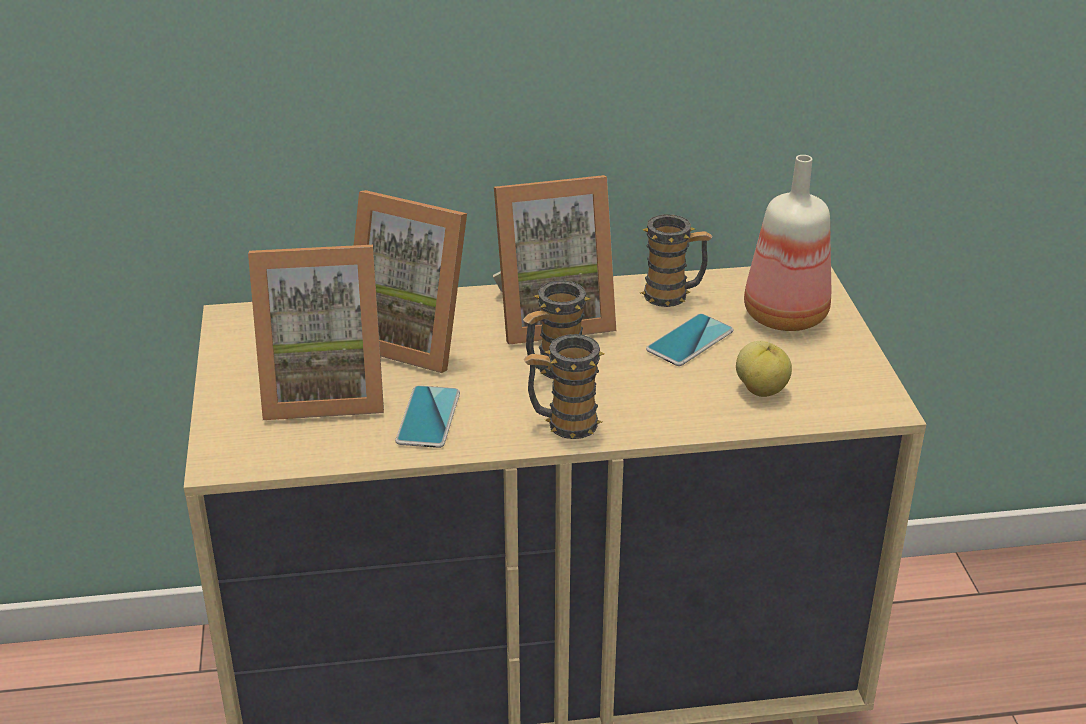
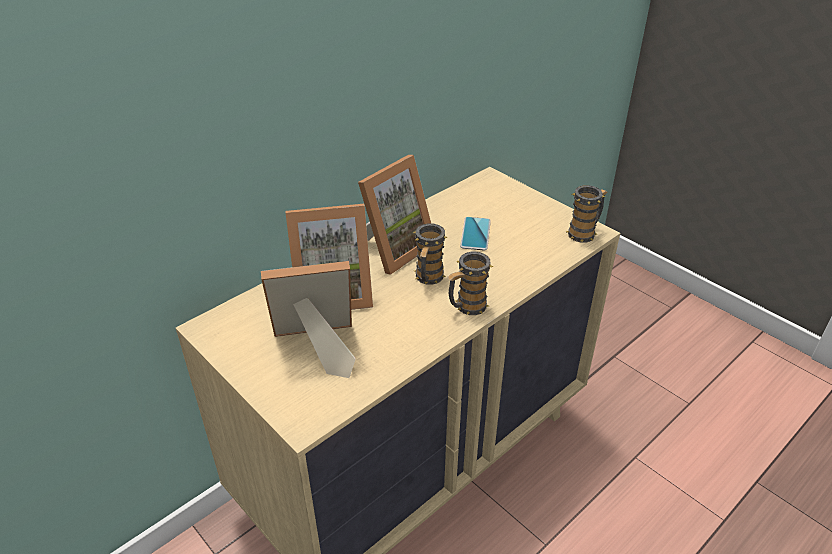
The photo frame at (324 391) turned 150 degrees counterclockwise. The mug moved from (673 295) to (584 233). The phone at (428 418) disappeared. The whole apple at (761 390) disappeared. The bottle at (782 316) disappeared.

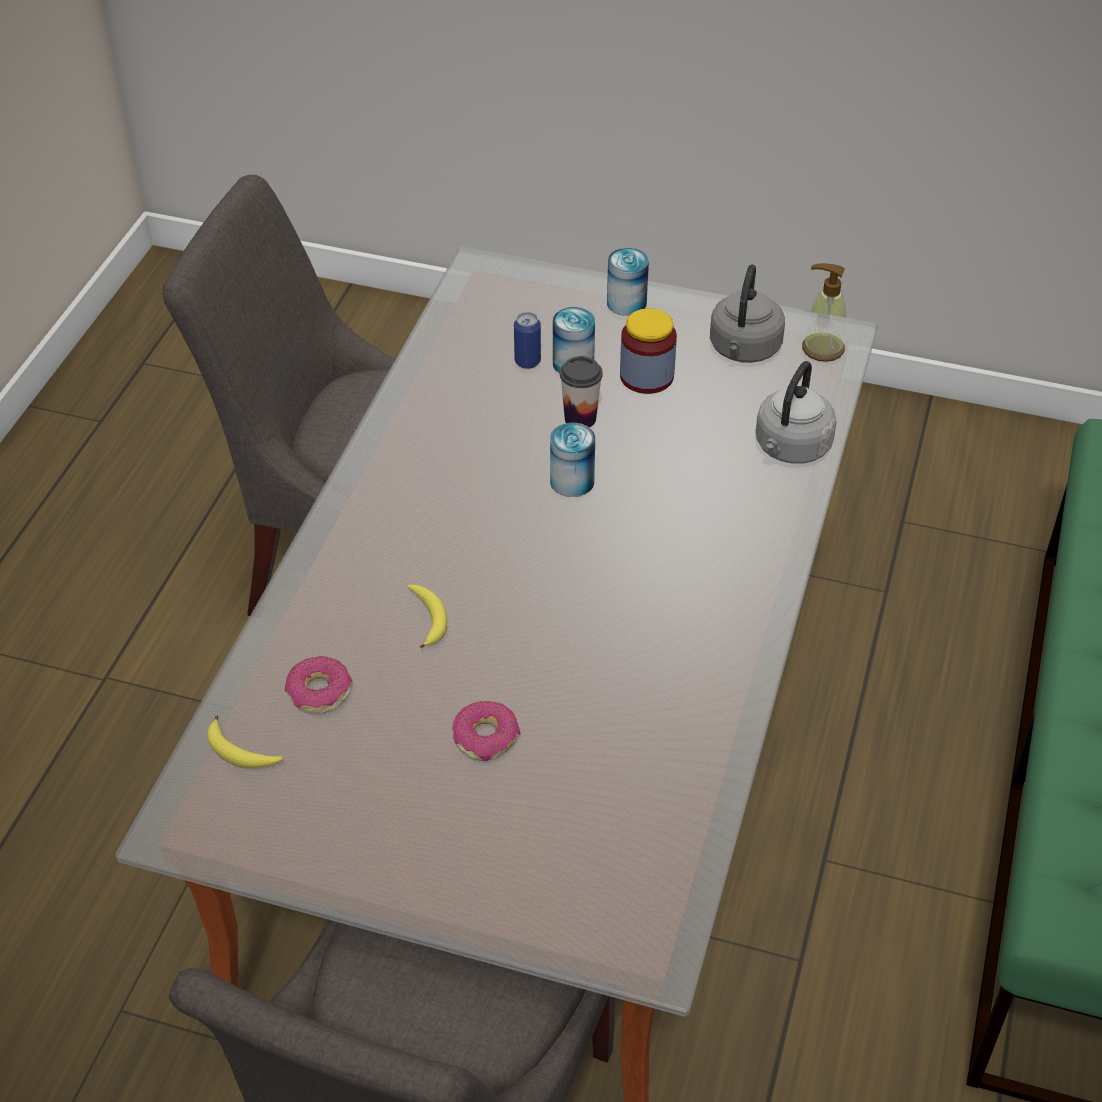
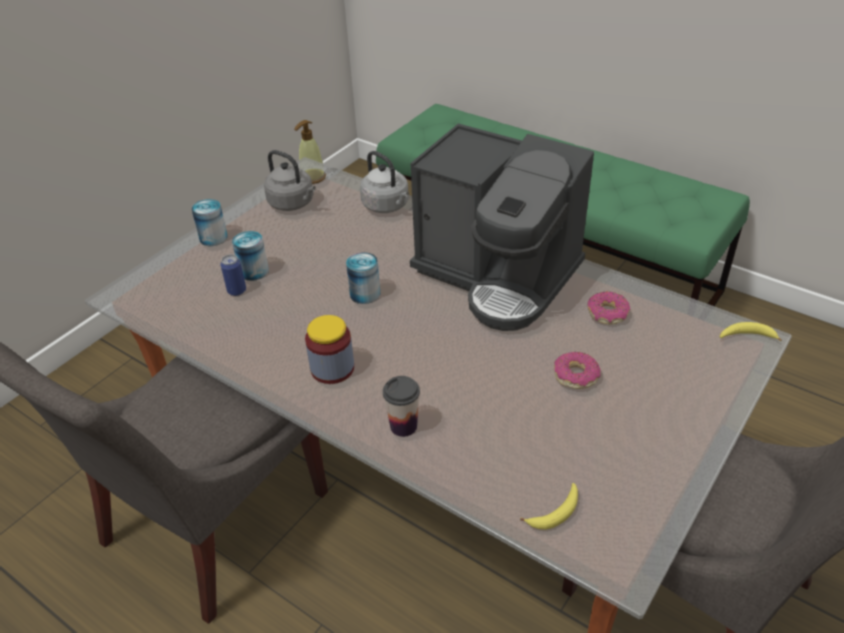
The preserve jar moved from (646 376) to (332 368). The drinking cup moved from (580 418) to (403 426). The coffee brewer at (498 276) appeared. The donut moved from (319 692) to (607 314). The whole banana moved from (428 618) to (746 336).

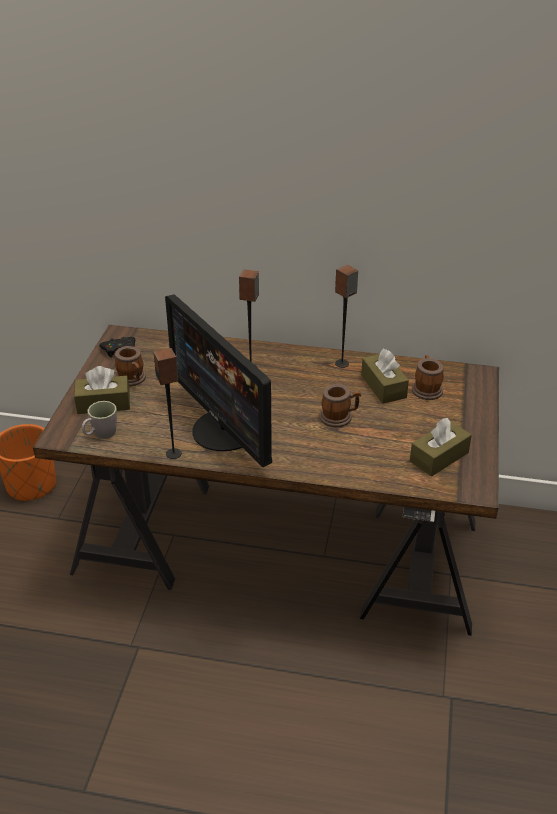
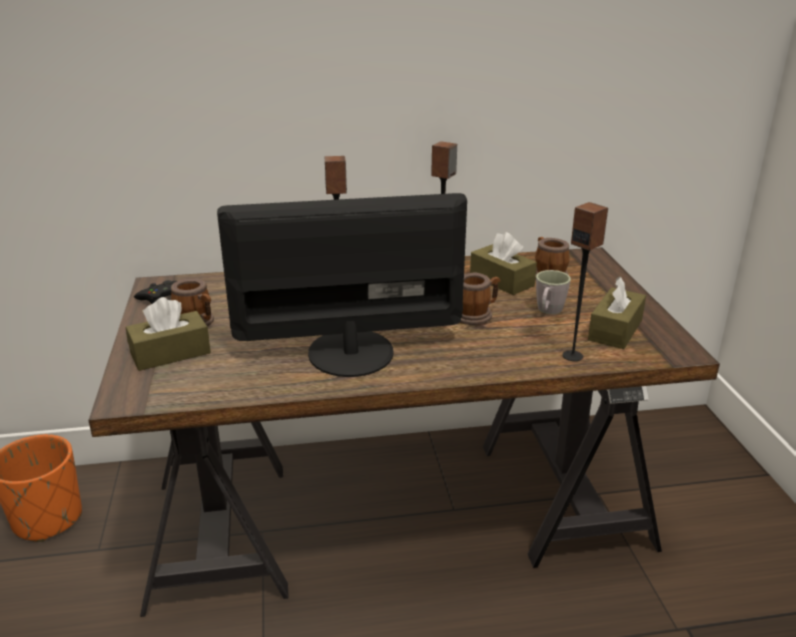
The monitor at (225 430) turned 135 degrees clockwise. The gray mug moved from (101 434) to (548 311). The audio speaker moved from (174 453) to (573 356).

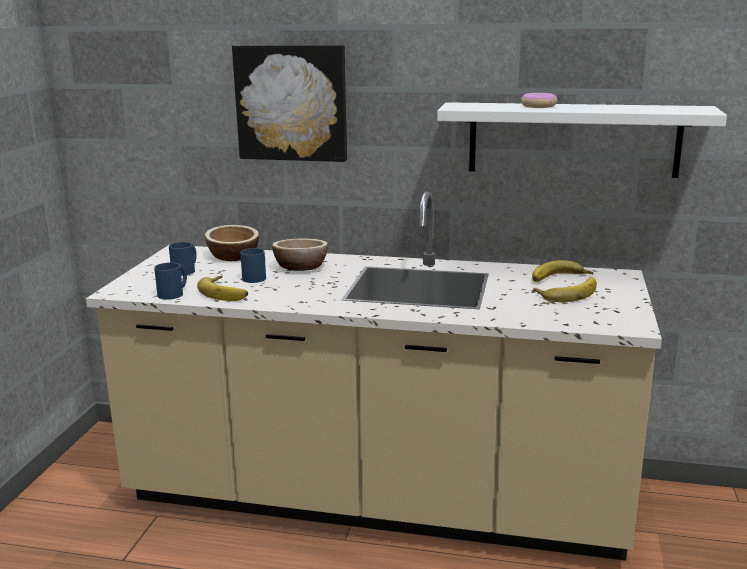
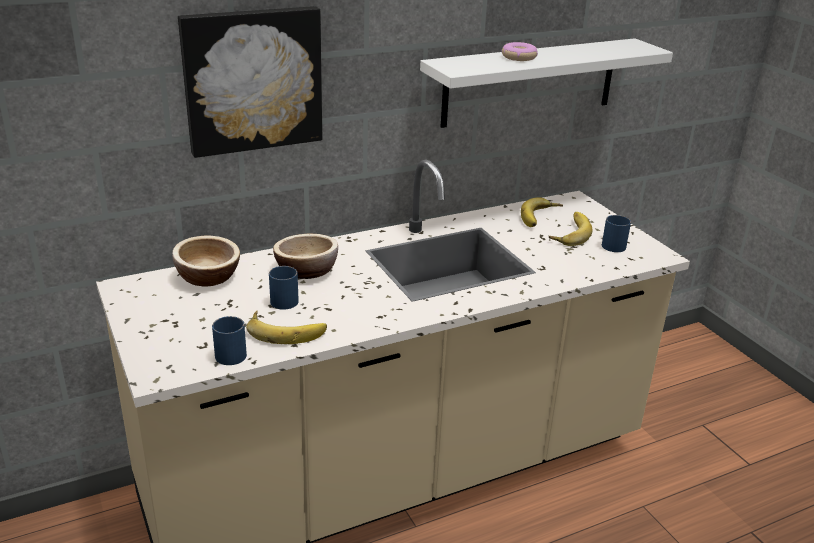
The blue-coloured mug moved from (186 270) to (611 244).

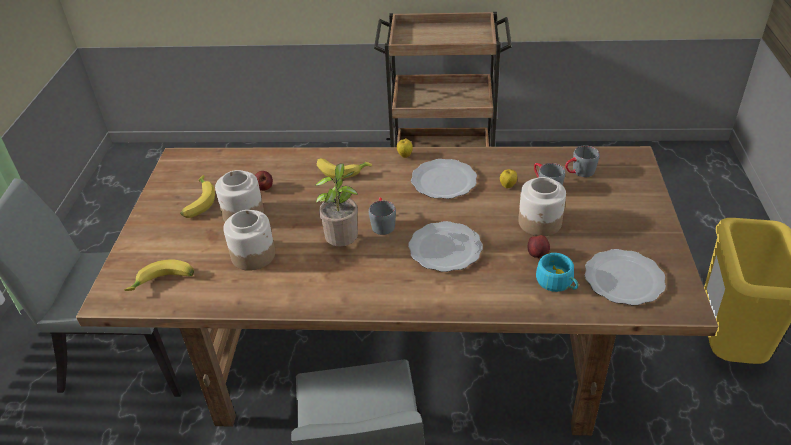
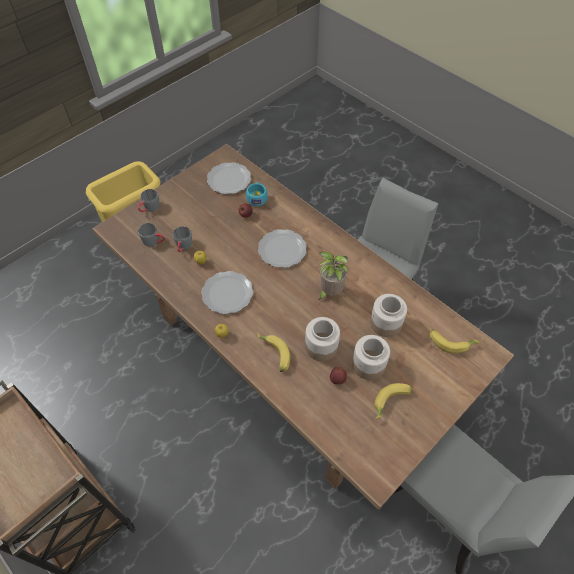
The gray mug moved from (382 223) to (149 208). The preserve jar moved from (540 223) to (321 346).

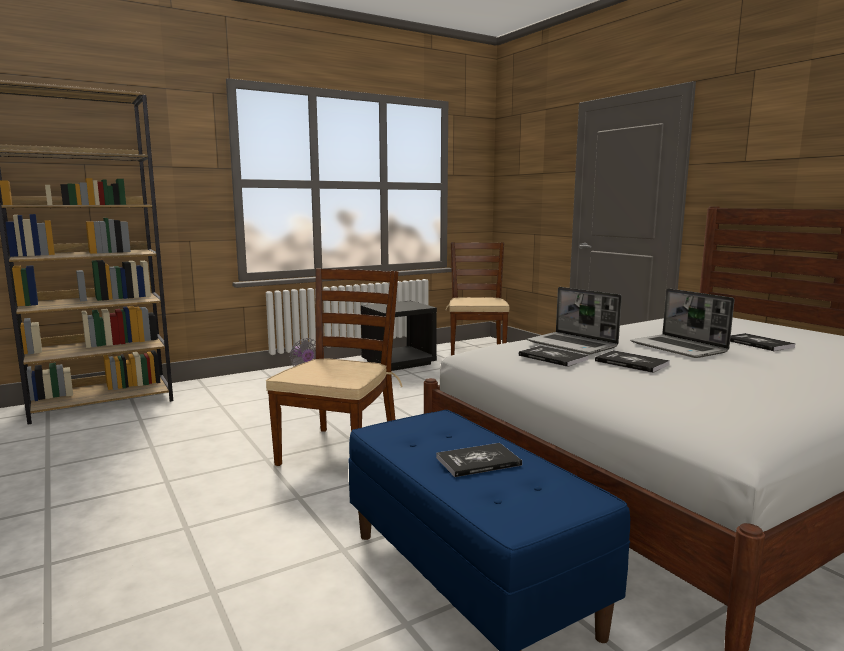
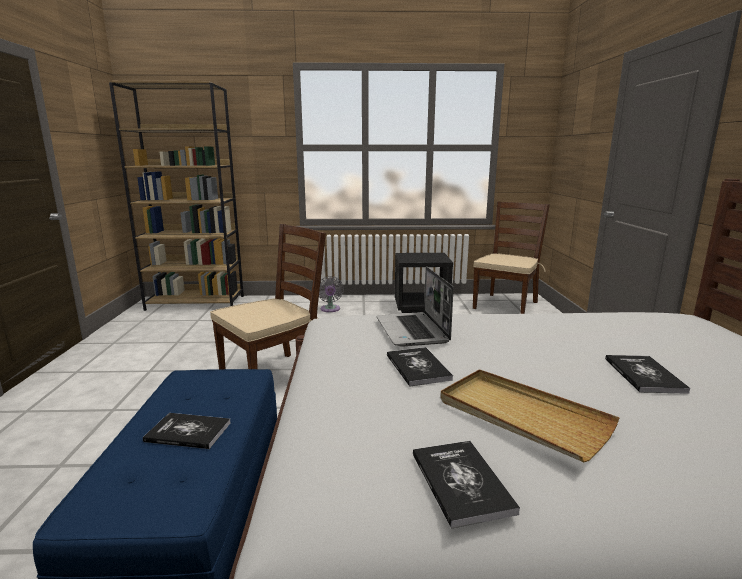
The bound book moved from (553 357) to (461 482). The beige tray at (521 416) appeared. The portable computer at (679 348) disappeared.

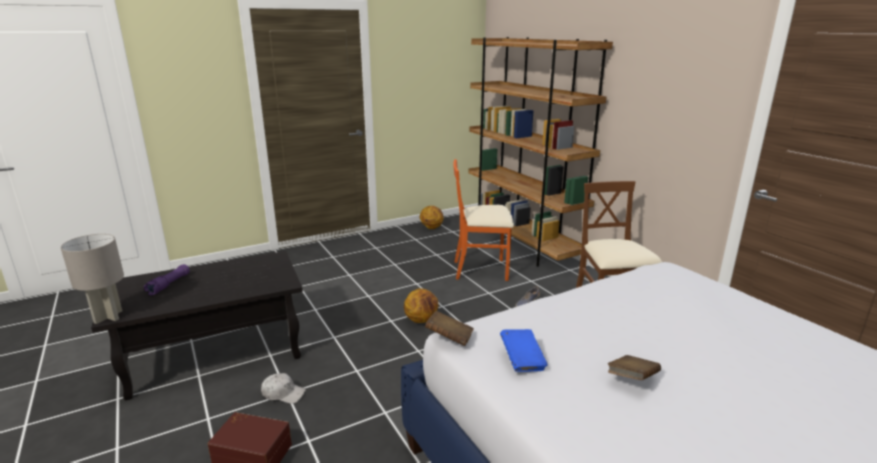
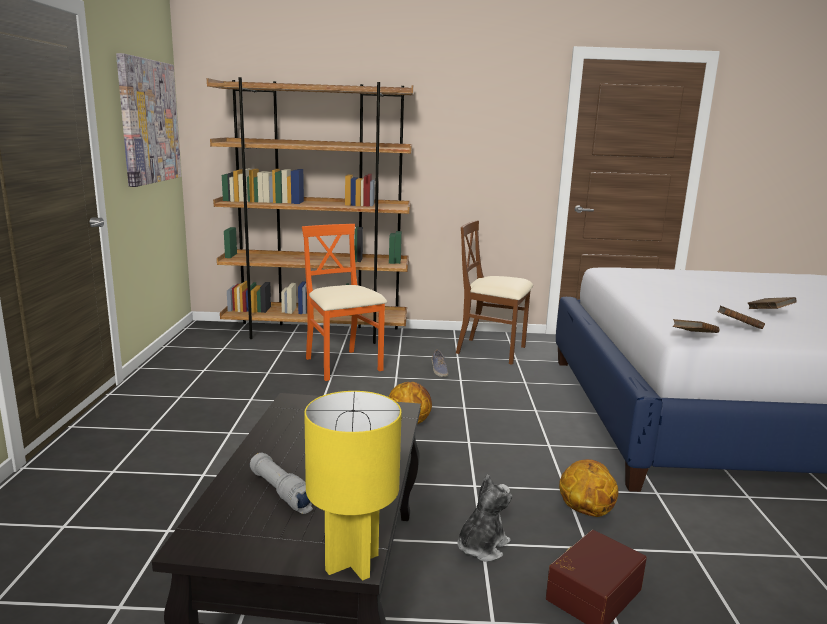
The wall art at (148 121) appeared. The purplish hand torch at (169 284) became the gray hand torch at (282 492). The orange chair at (481 269) turned 120 degrees clockwise. The gray tabletop lamp at (109 317) became the yellow tabletop lamp at (352 562). The white-coloured peaked cap at (283 393) was replaced by the plush toy at (481 546). The basketball moved from (431 228) to (585 511). The blue-coloured bound book at (522 361) became the brown bound book at (738 327).

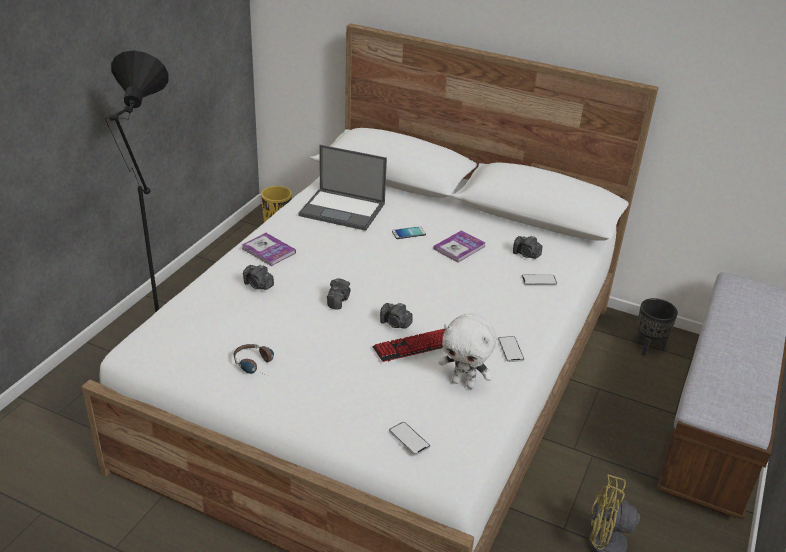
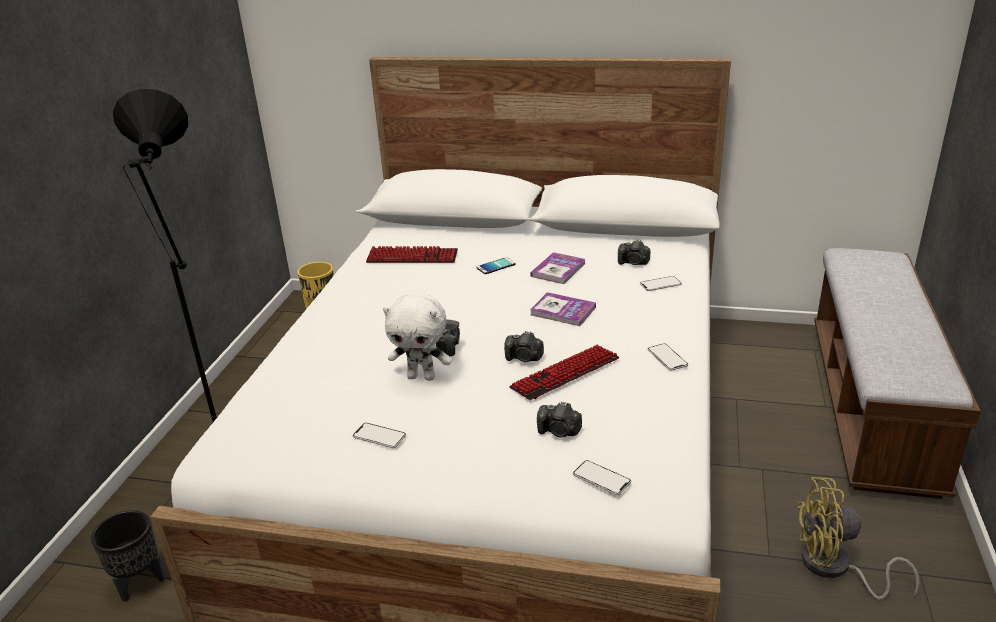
The blackish flower pot moved from (649 347) to (141 583). The headset at (257 365) was replaced by the phone at (379 436). The portable computer at (343 210) was replaced by the keyboard at (412 257). The white-coloured plush toy moved from (464 383) to (422 376). The bound book moved from (268 250) to (563 311). The photo camera moved from (258 285) to (559 431).

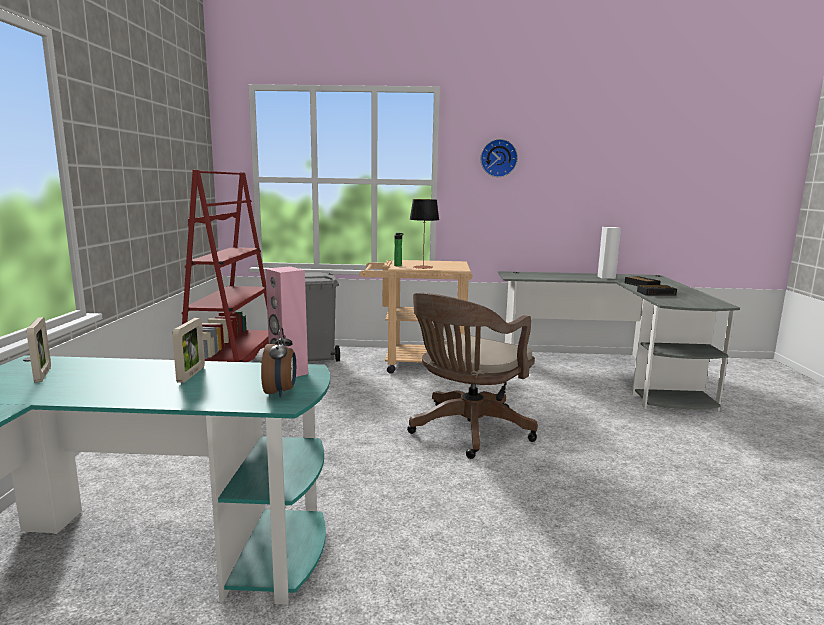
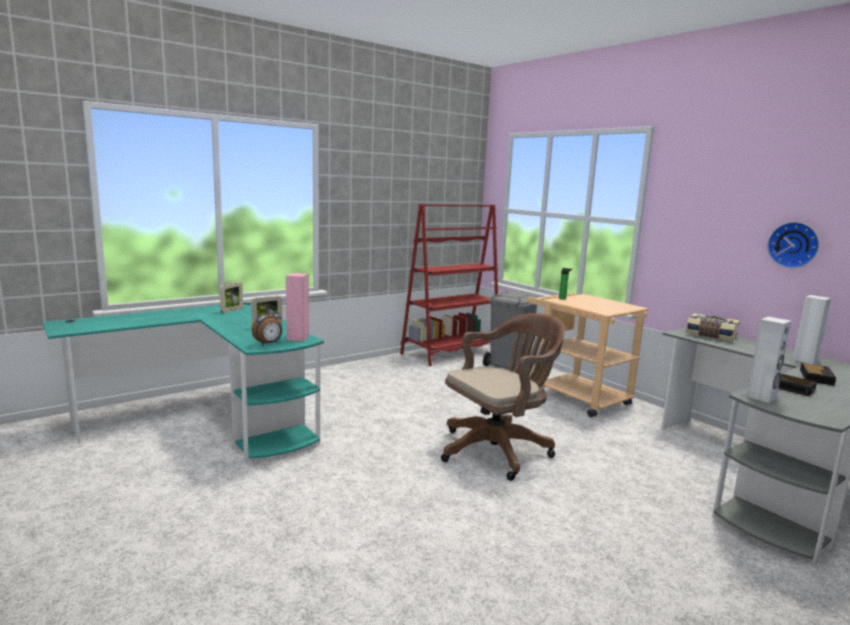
The brown office chair at (467 431) turned 150 degrees clockwise. The bound book at (710 335) appeared. The white-coloured audio speaker at (761 397) appeared. The hanging clock moved from (498 158) to (794 245). The tabletop lamp at (423 267) disappeared.

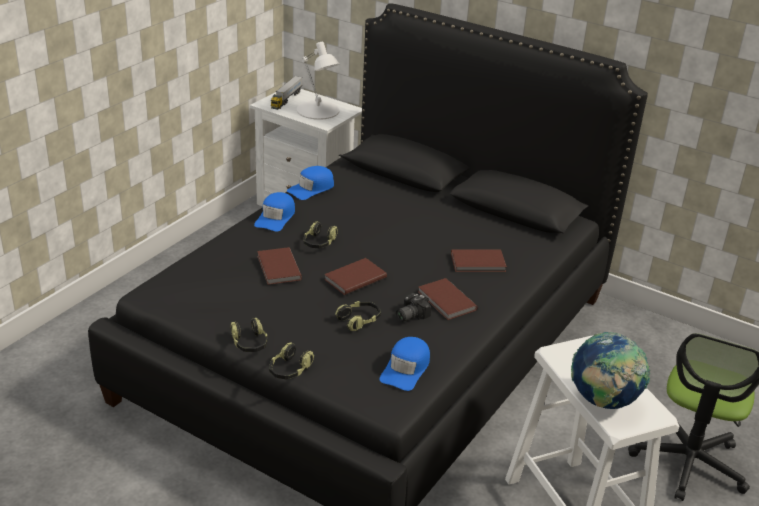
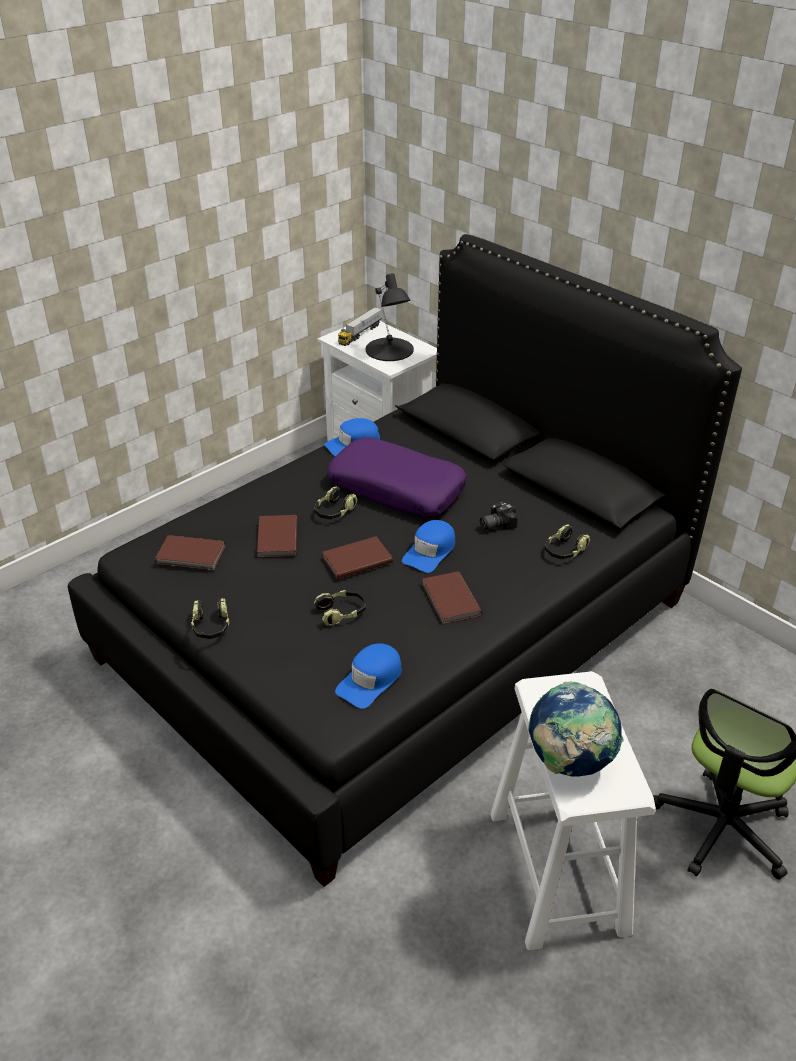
The brown bound book moved from (479 263) to (191 555). The purplish pillow at (397 488) appeared. The white-coloured tabletop lamp at (318 110) became the blackish tabletop lamp at (389 350). The blue-coloured peaked cap moved from (276 217) to (430 551). The photo camera moved from (409 315) to (495 524). The headset moved from (289 370) to (564 551).

